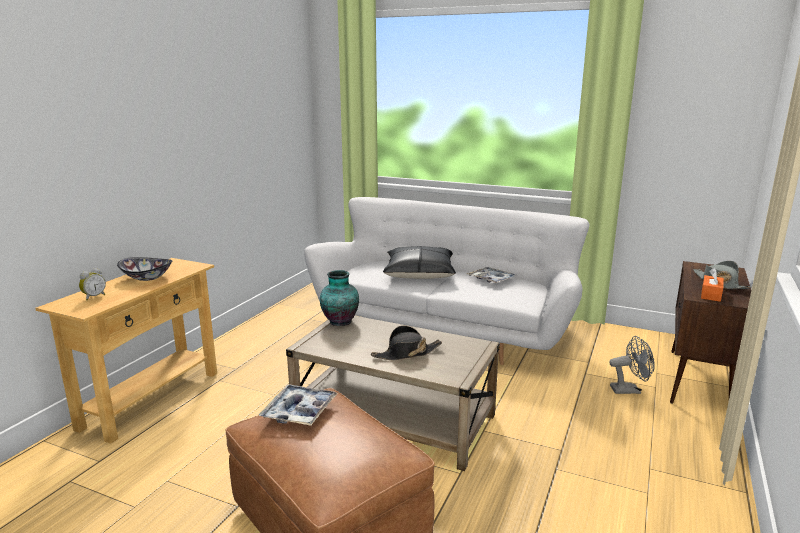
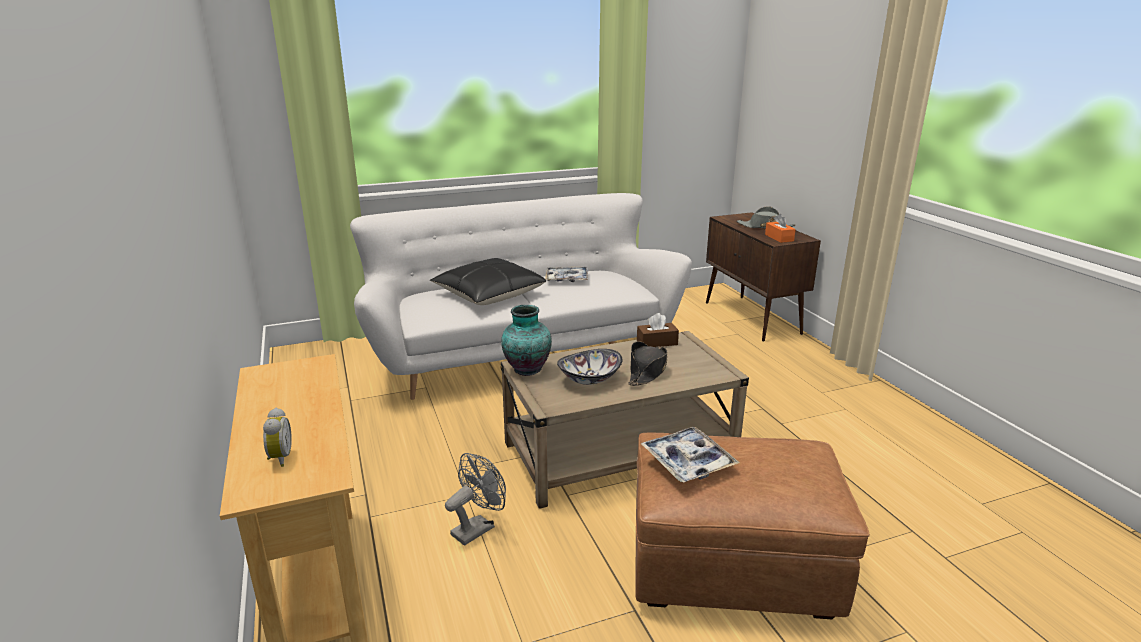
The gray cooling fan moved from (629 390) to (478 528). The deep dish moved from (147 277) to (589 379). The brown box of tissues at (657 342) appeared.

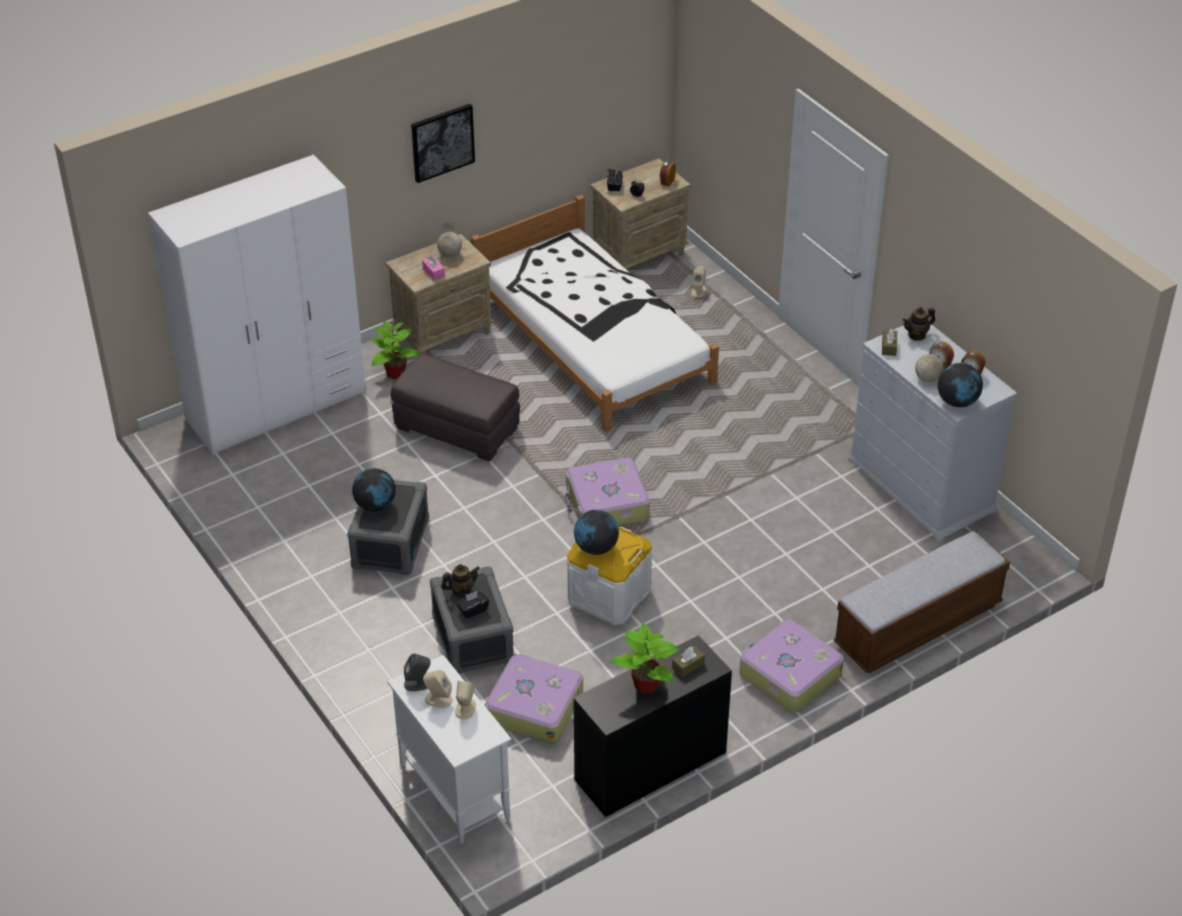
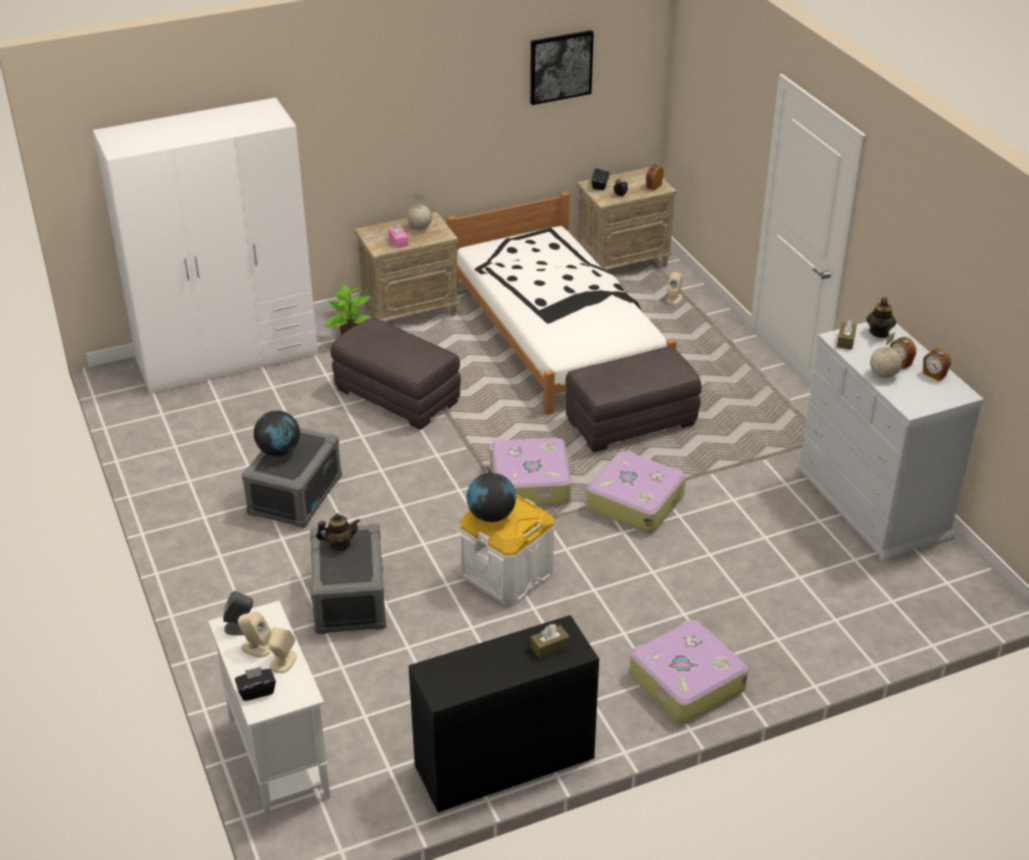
The blackish box of tissues moved from (473 610) to (256 691). The wall art moved from (442 142) to (560 66). The gray footrest at (631 422) appeared. The piece of luggage moved from (534 707) to (635 501). The pot for tea at (917 335) turned 60 degrees counterclockwise. The potted plant at (646 685) disappeared. The long seat at (917 625) disappeared. The world globe at (957 402) disappeared.

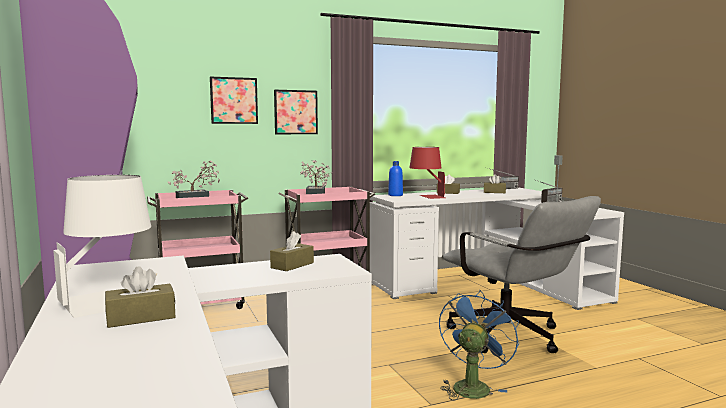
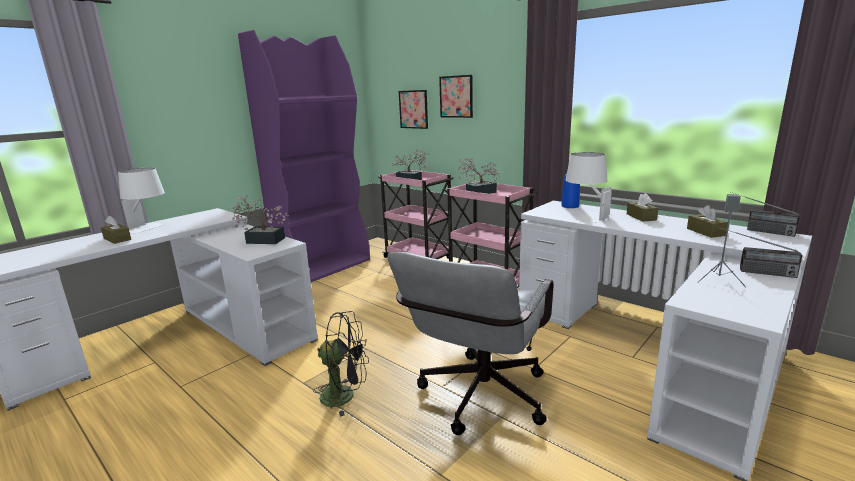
The brown box of tissues at (292 265) was replaced by the potted plant at (262 240). The blue-coloured cooling fan at (472 386) became the blackish cooling fan at (345 396). The wall art moved from (296 112) to (413 109). The red-coloured tabletop lamp at (427 196) became the white-coloured tabletop lamp at (586 216).

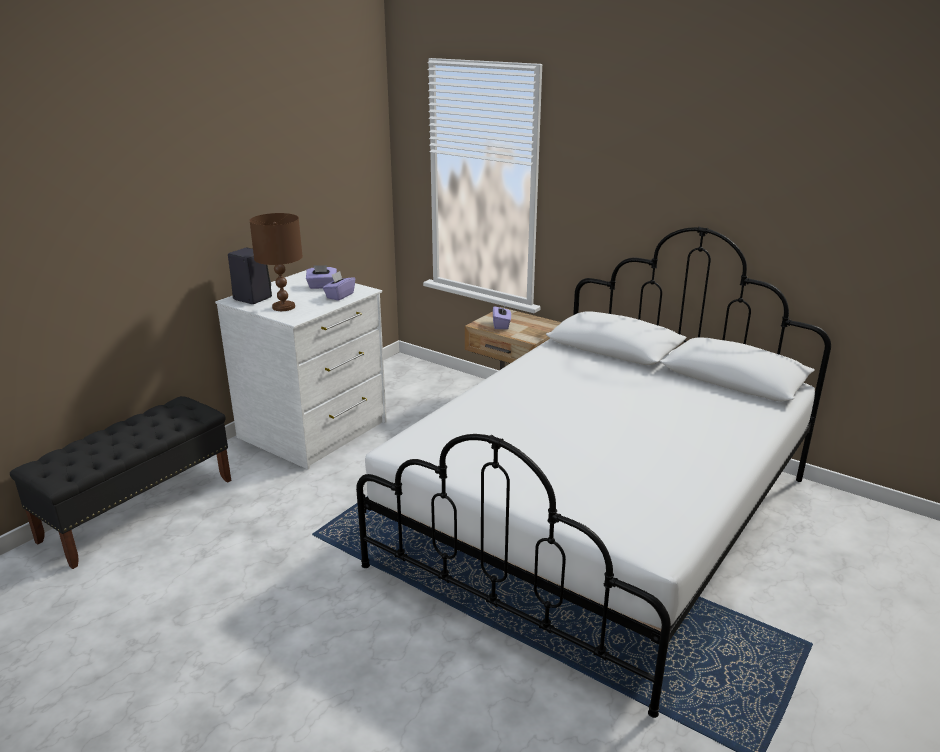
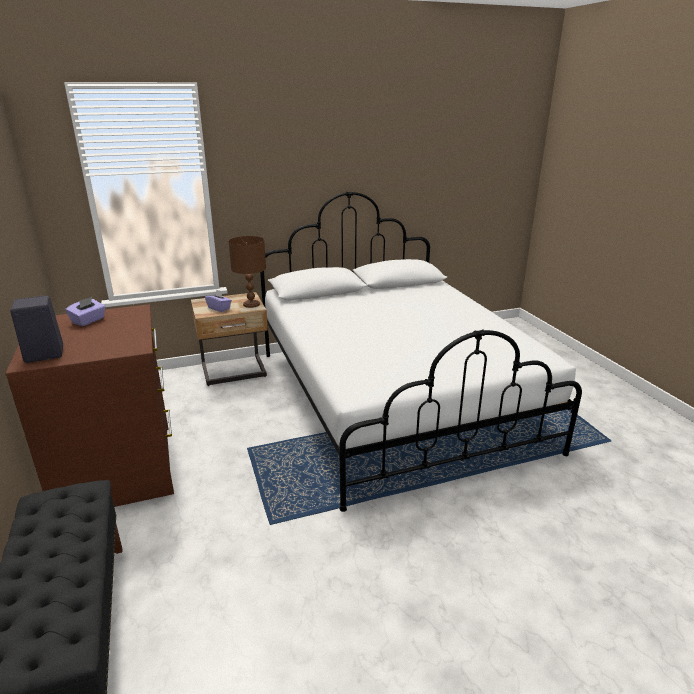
The white-coloured chest of drawers at (314 430) became the brown chest of drawers at (119 468). The brown tabletop lamp moved from (284 307) to (251 304). The purplish box of tissues at (339 296) disappeared.

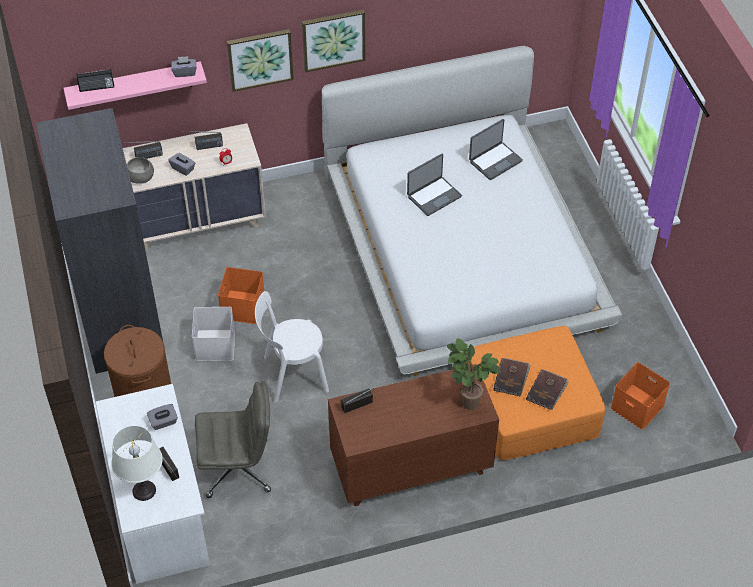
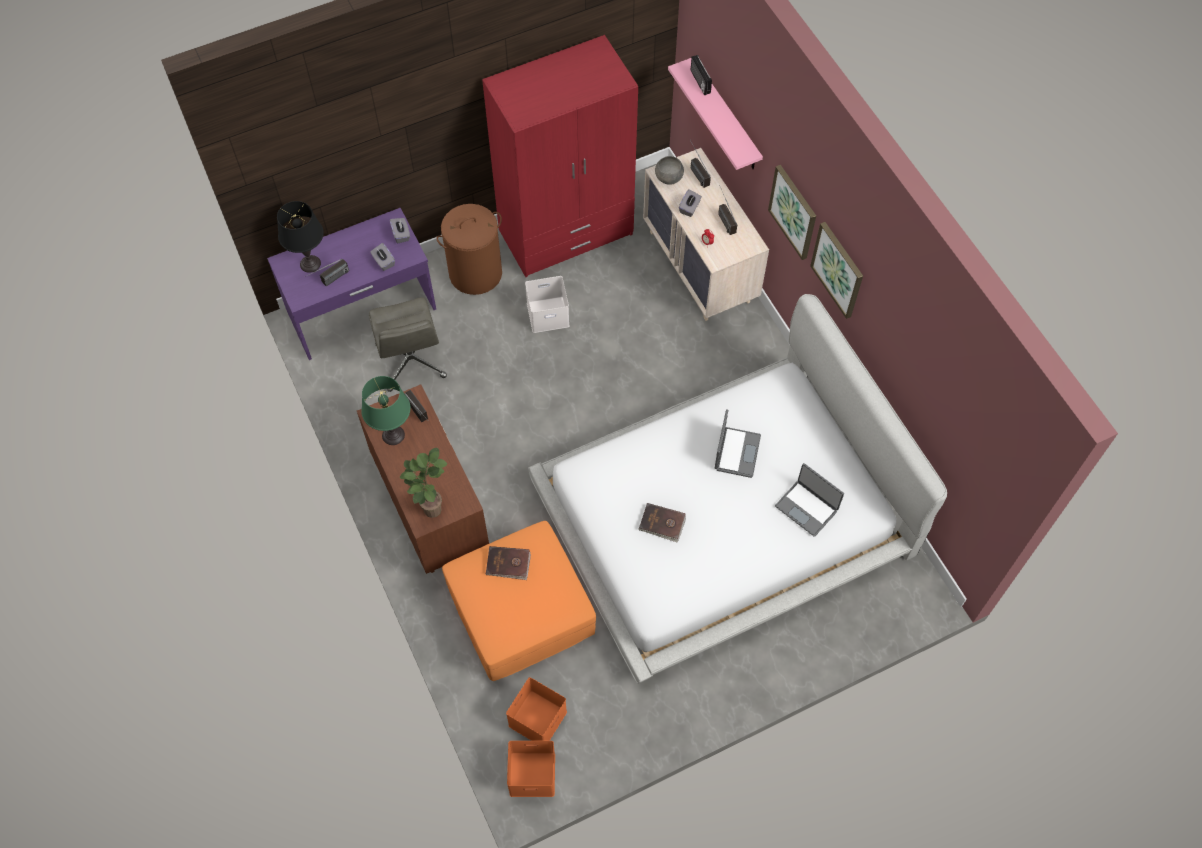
The white-coloured desk at (160 508) became the purplish desk at (362 311). The white-coloured tabletop lamp at (144 490) became the blackish tabletop lamp at (310 264). The greenish tabletop lamp at (393 435) appeared. The gray box of tissues moved from (184 72) to (401 234). The gray armoire at (121 317) became the red-coloured armoire at (566 233). The orange storage container moved from (242 306) to (533 773). The brown bound book moved from (547 390) to (662 523). The portable computer at (433 196) turned 120 degrees counterclockwise. The white-coloured chair at (292 374) disappeared.

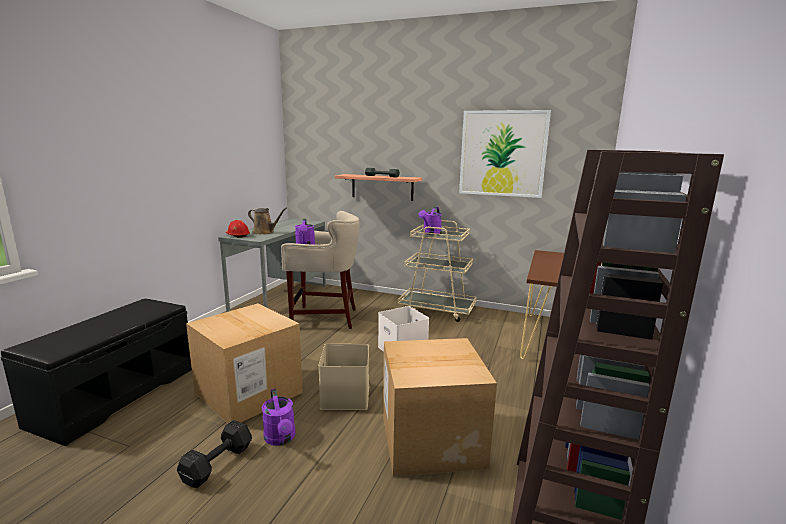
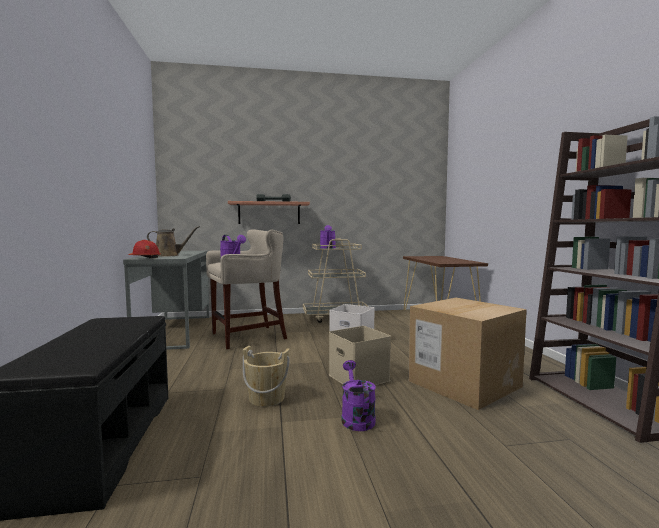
The cardboard box at (248 393) was replaced by the beige pail at (266 398). The purplish watering can at (281 439) turned 135 degrees counterclockwise. The blackish free weight at (216 465) disappeared. The wall art at (502 153) disappeared.

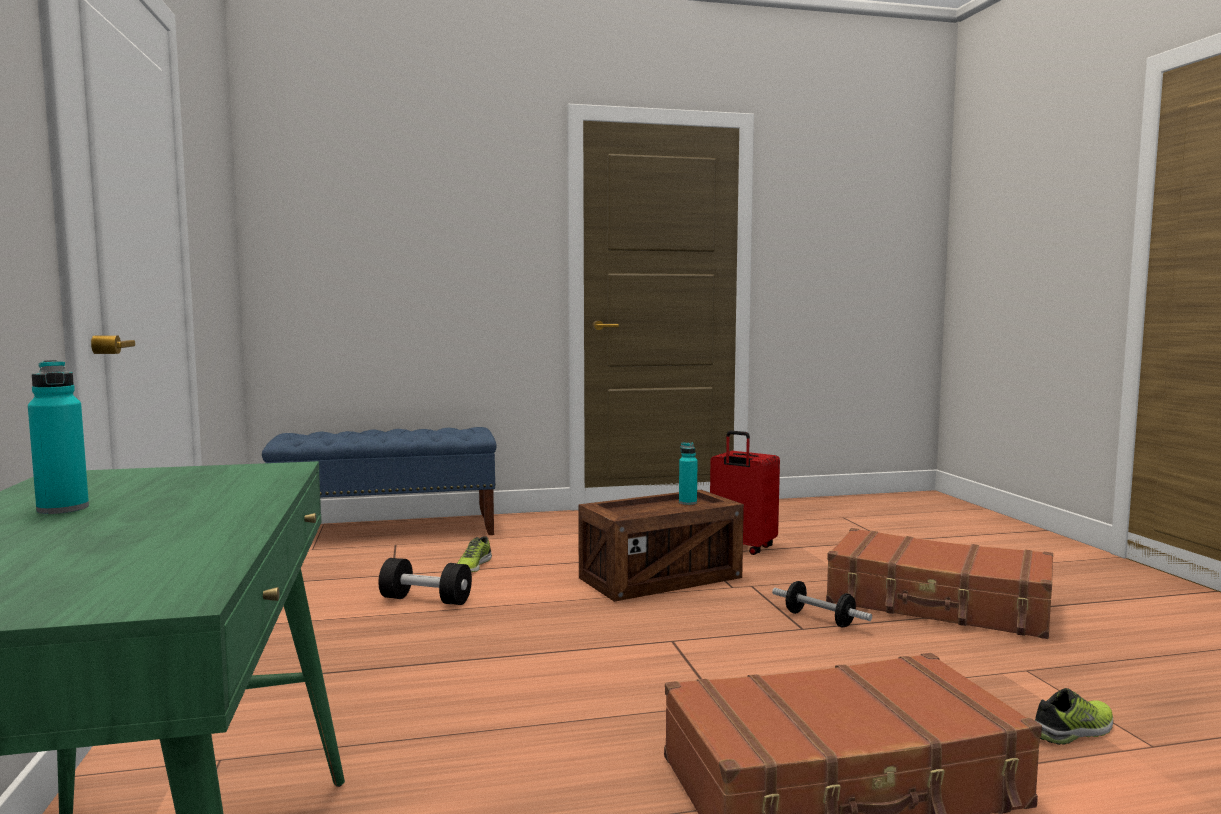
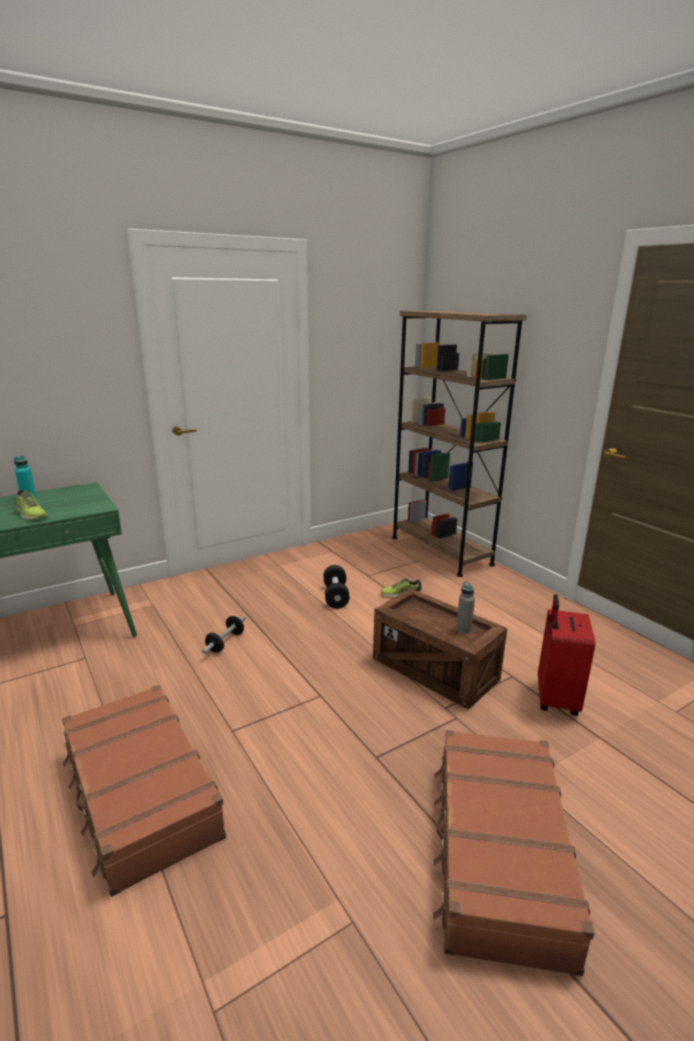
The item of footwear moved from (1074 731) to (30 514). The free weight moved from (819 619) to (225 642). The blue-coloured long seat at (388 531) was replaced by the brown bookcase at (440 551). The turquoise bottle at (687 502) became the gray bottle at (463 629).

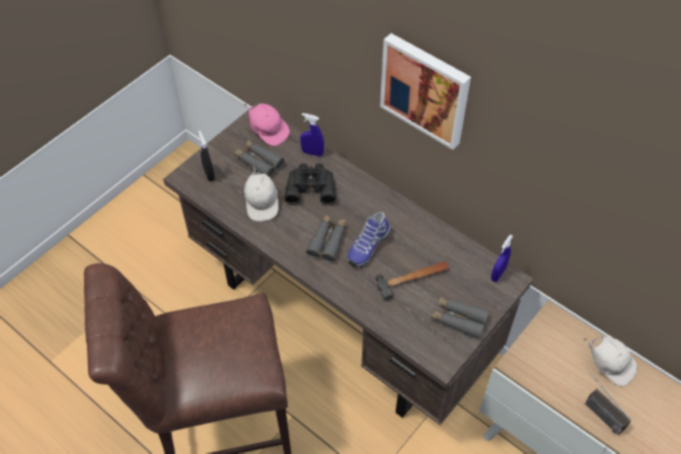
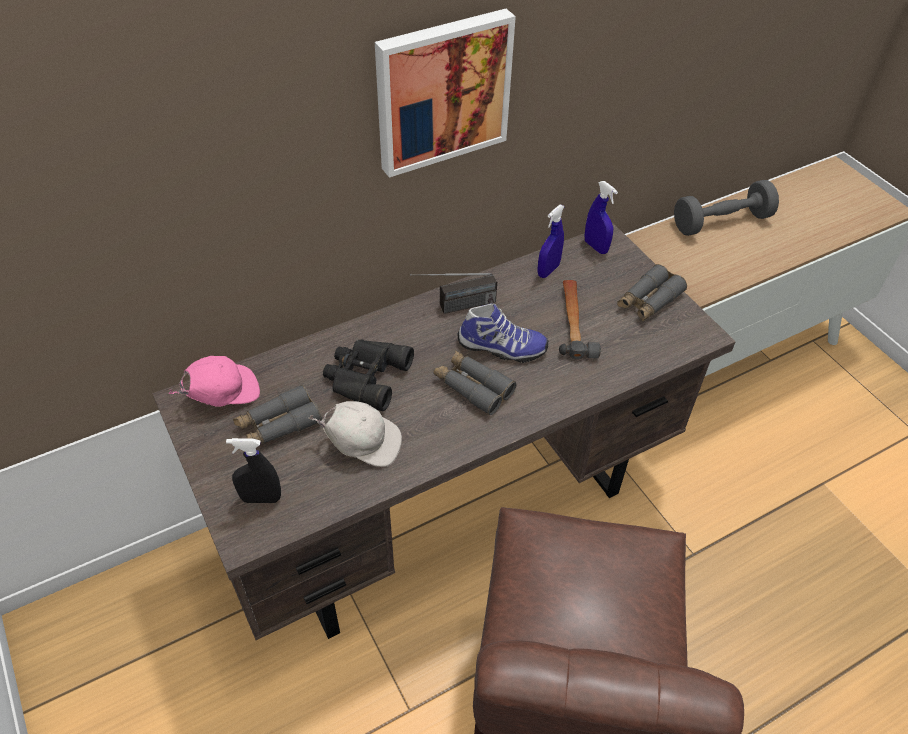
The radio set moved from (594 408) to (454 307). The item of footwear at (367 246) turned 45 degrees counterclockwise. The blue-coloured spray bottle moved from (312 153) to (548 270). The white-coloured peaked cap at (609 365) was replaced by the gray free weight at (721 222).

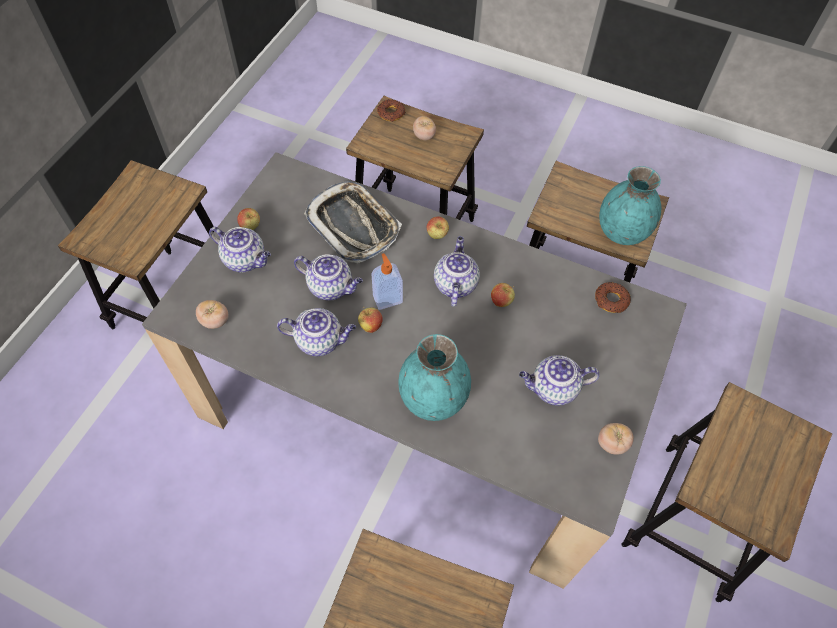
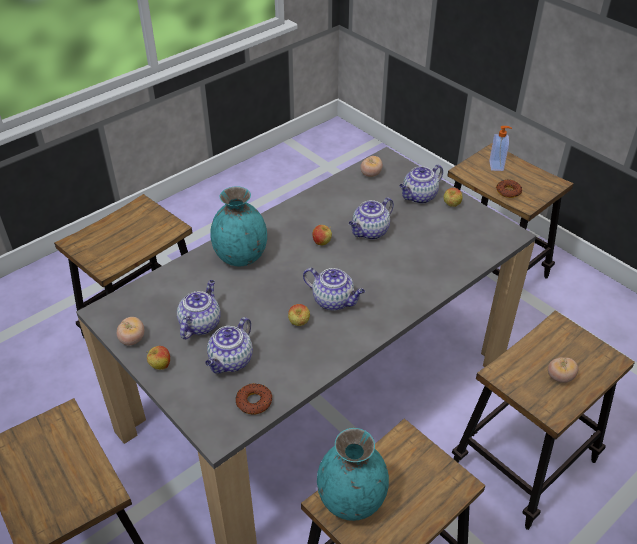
The whole apple moved from (437 235) to (160 366). The pot for tea moved from (320 340) to (231 361). The soap bottle moved from (387 299) to (497 166). The donut moved from (391 113) to (508 191). The tray at (354 225) disappeared.

